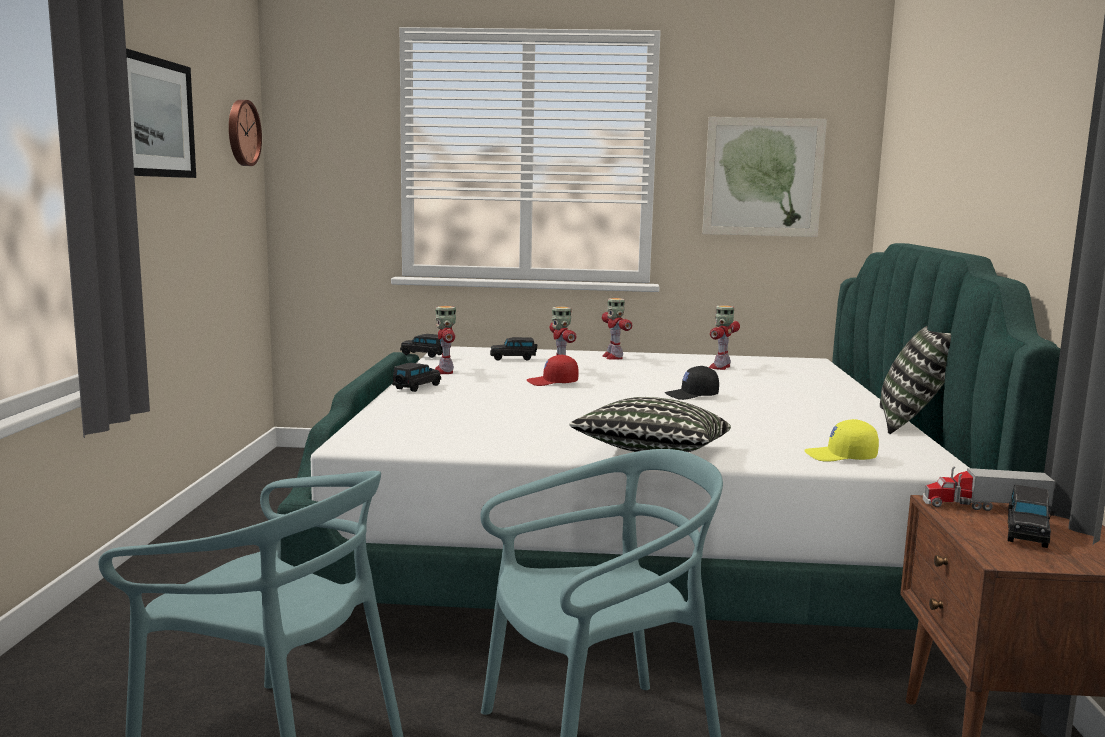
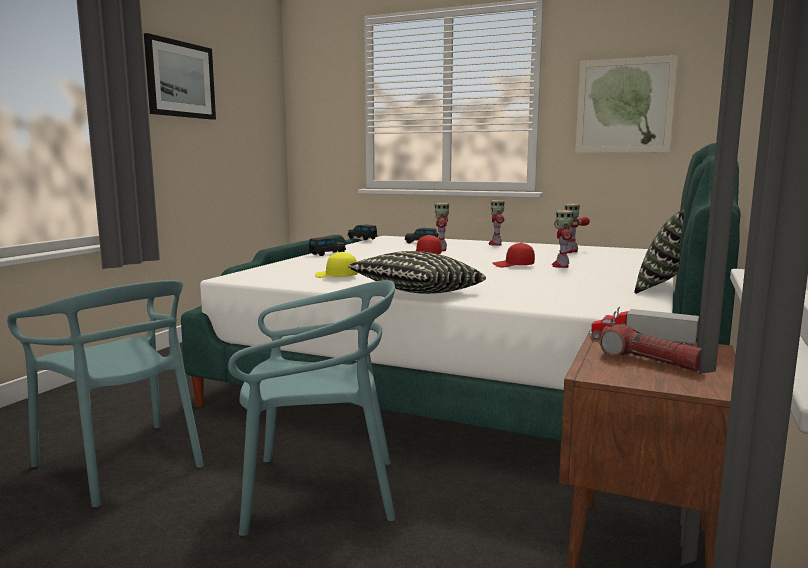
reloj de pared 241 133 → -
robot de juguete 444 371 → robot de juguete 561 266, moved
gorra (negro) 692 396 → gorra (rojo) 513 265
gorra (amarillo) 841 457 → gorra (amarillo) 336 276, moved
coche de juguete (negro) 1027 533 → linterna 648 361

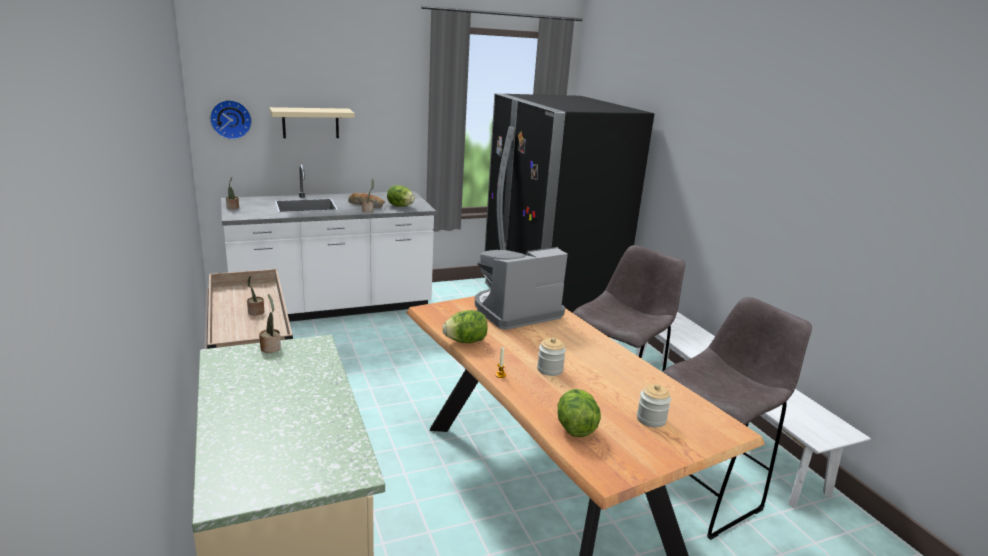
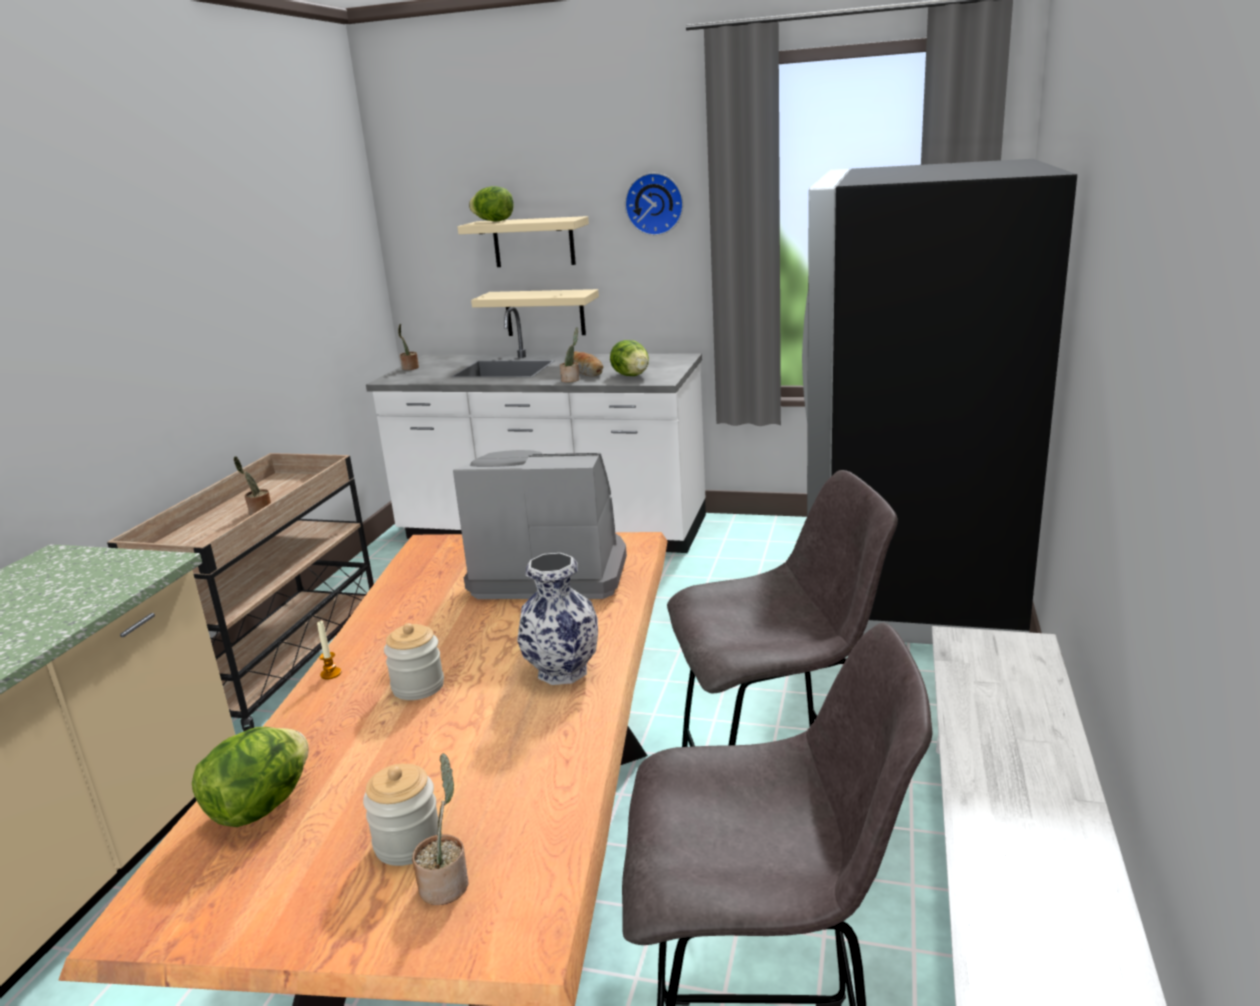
reloj de pared 231 119 → reloj de pared 655 204, moved
planta en maceta 271 347 → planta en maceta 446 883, moved
lechuga 465 341 → lechuga 493 221, moved
- → estante (beis) 545 313
- → florero 561 671

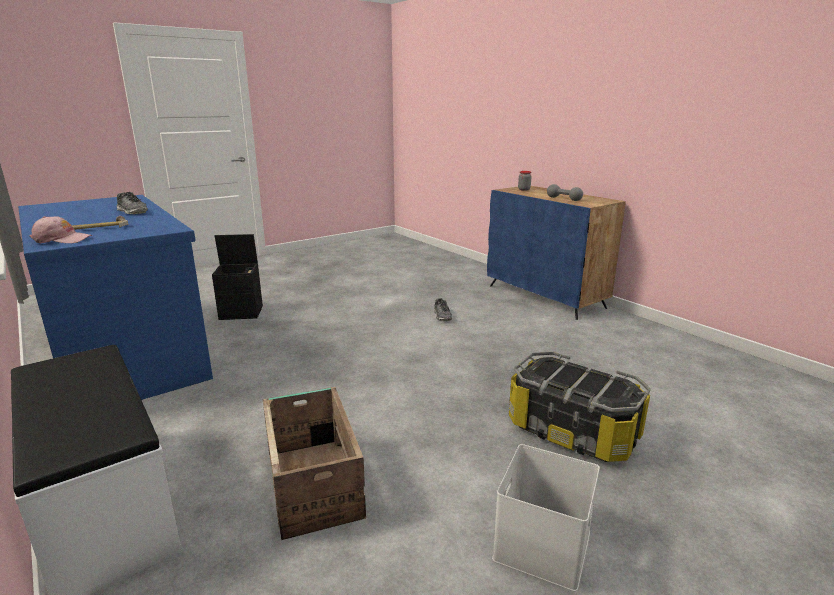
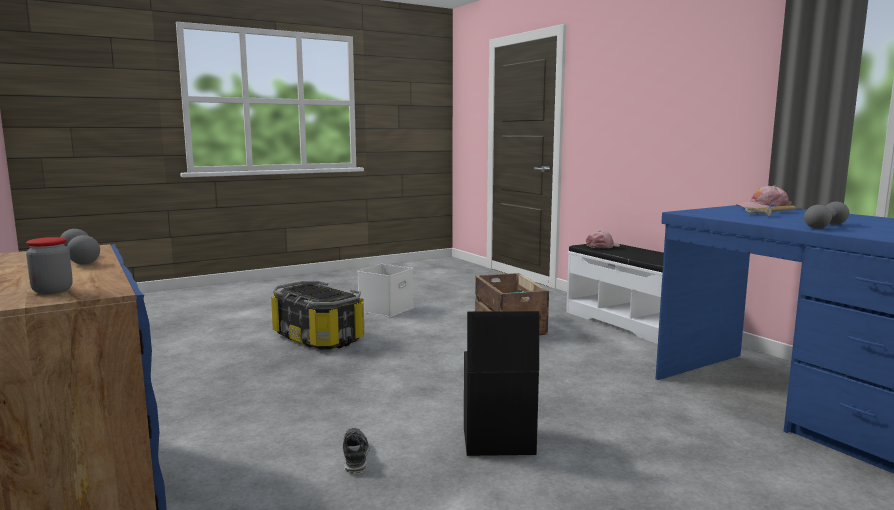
zapato 132 212 → mancuerna (gris) 825 226
caja de almacenaje (negro) 242 312 → caja de almacenaje (negro) 497 441, moved
- → gorra (rosa) 603 246

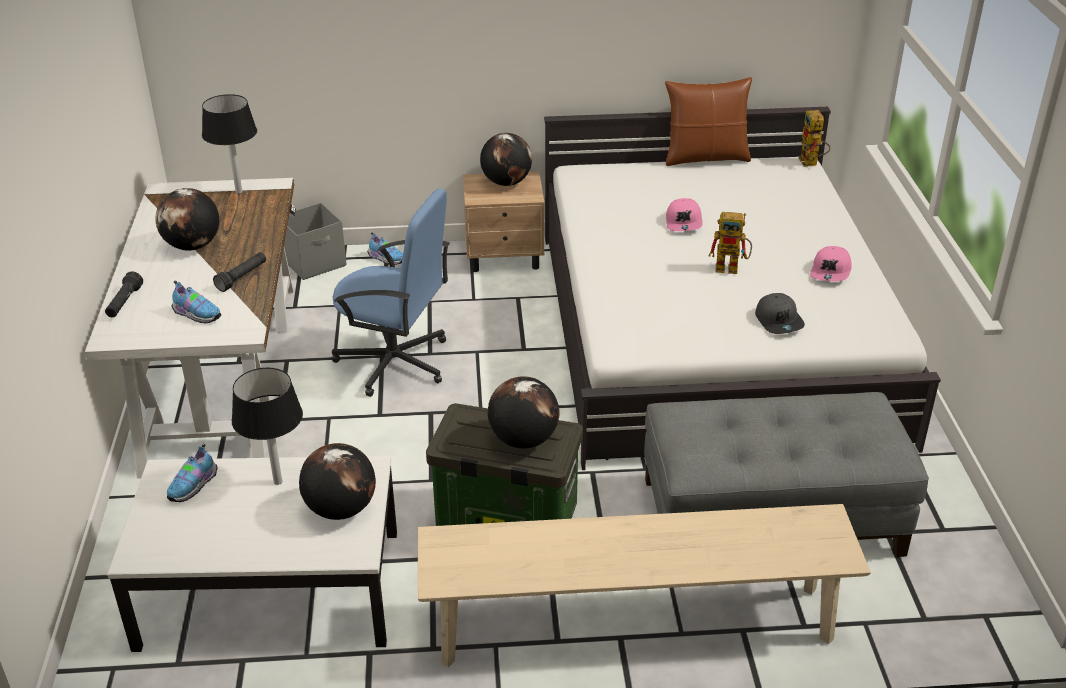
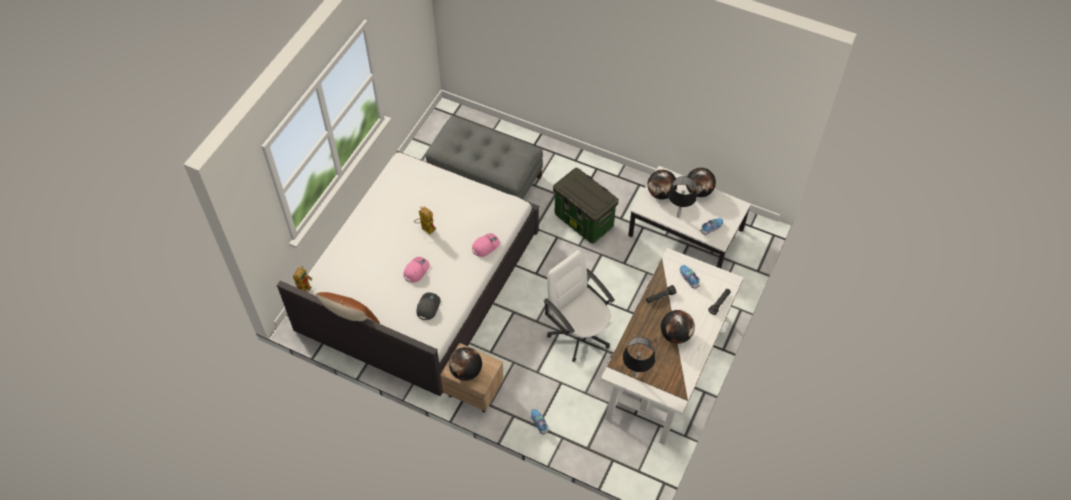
caja de almacenaje (gris) 315 263 → -
silla de oficina (azul) 395 362 → silla de oficina (blanco) 579 332
banco (beis) 634 625 → -
globo terráqueo 523 440 → globo terráqueo 699 191, moved
gorra (gris) 779 321 → gorra (gris) 428 307, moved
gorra (rosa) 831 272 → gorra (rosa) 485 246, moved

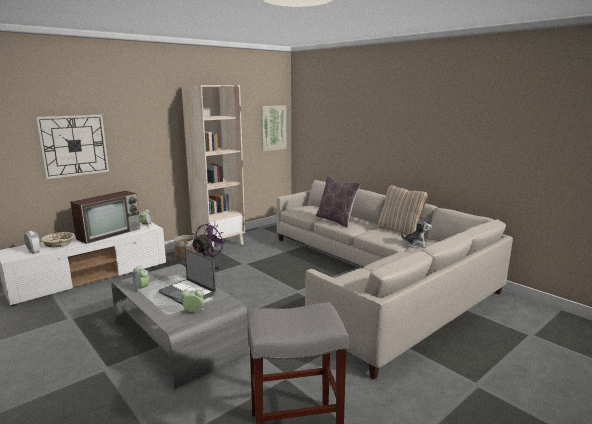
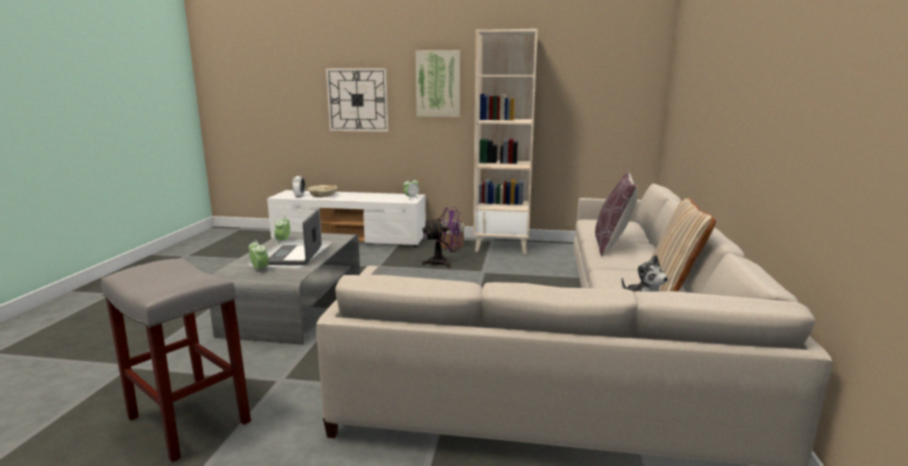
televisor 110 233 → -
cuadro 273 128 → cuadro 438 84, moved

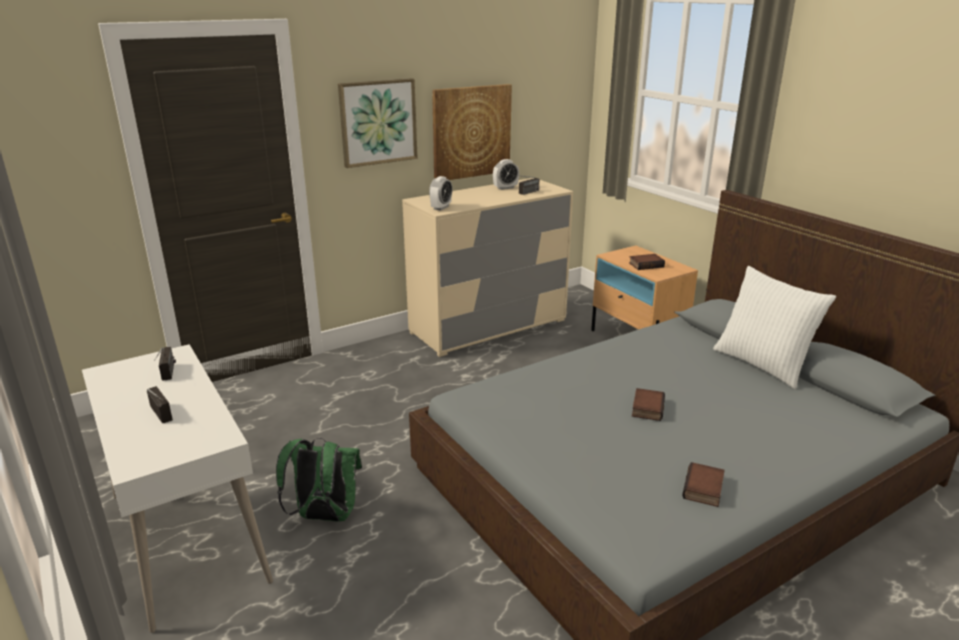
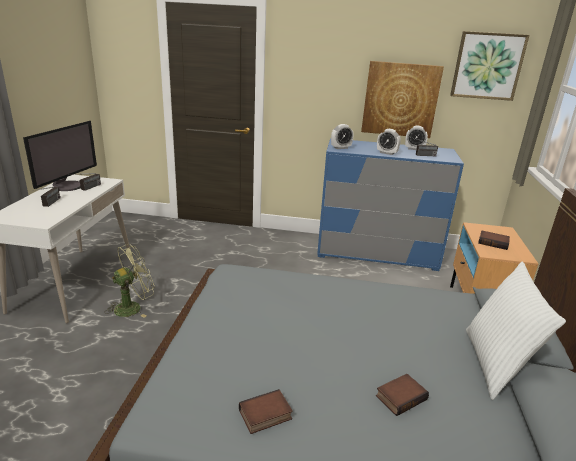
mochila (verde) 324 516 → ventilador (verde) 133 307
cuadro 378 122 → cuadro 487 66, moved
cómoda (beis) 488 326 → cómoda (azul) 376 253
libro 646 408 → libro 400 396, moved
- → monitor 68 186
- → despertador 387 153

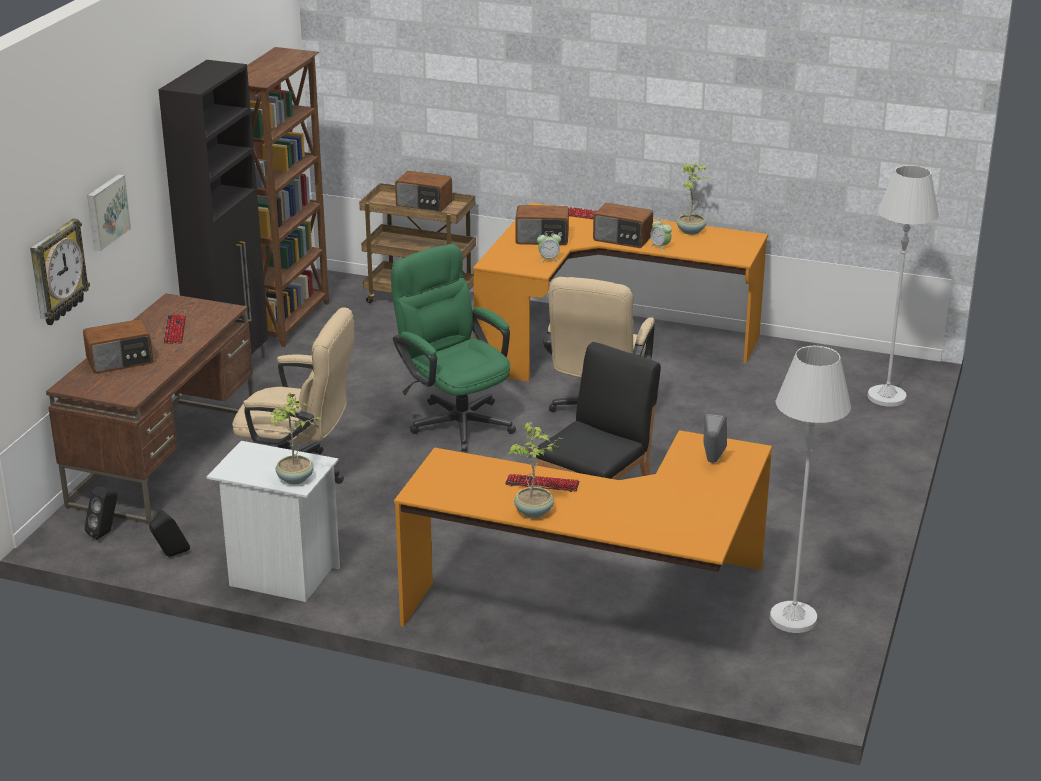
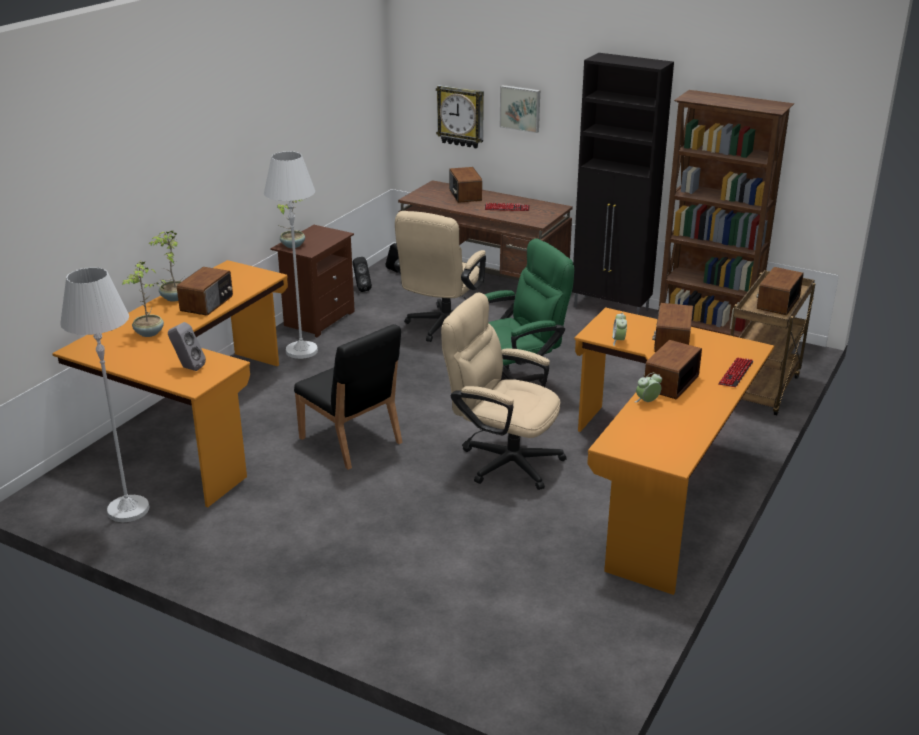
mesita de noche (blanco) 280 576 → mesita de noche (marrón) 318 319
teclado 542 484 → radio 207 303
planta en maceta 691 231 → planta en maceta 149 333, moved
lámpara de pie (blanco) 887 397 → lámpara de pie (blanco) 301 351, moved

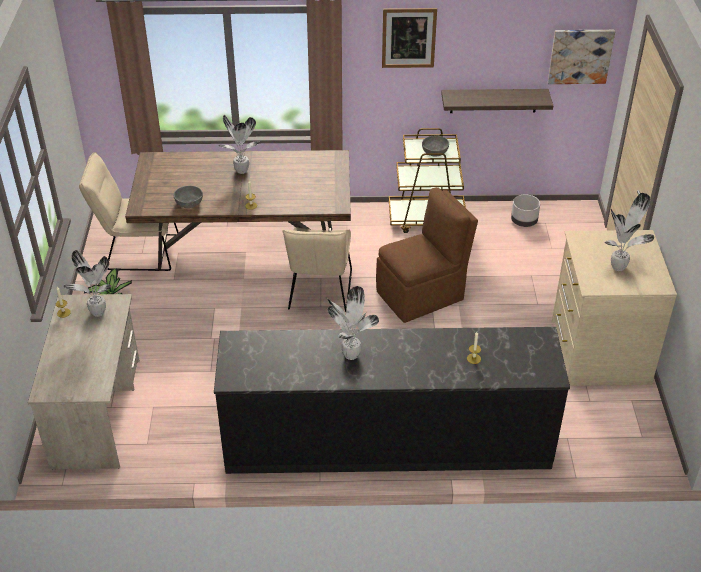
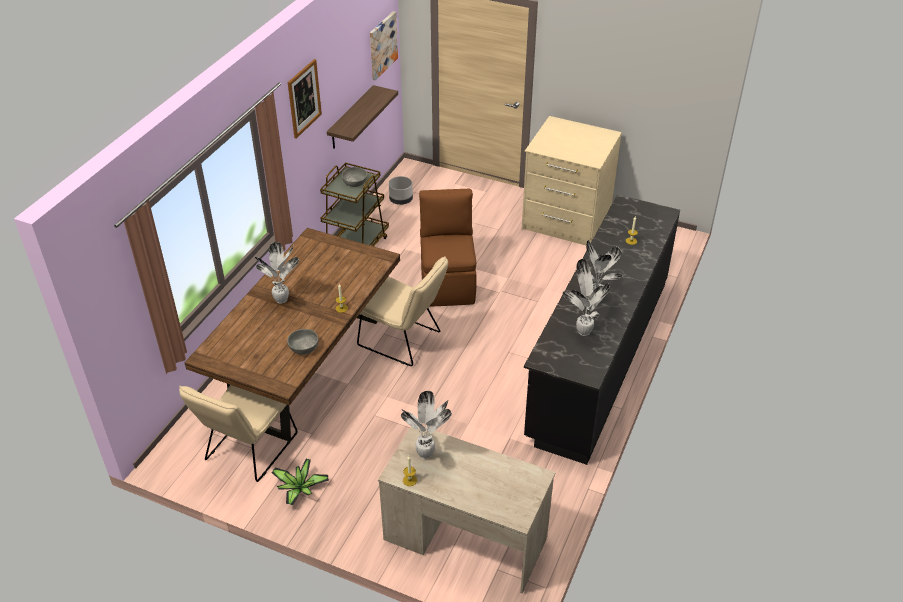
planta en maceta 619 266 → planta en maceta 583 330, moved

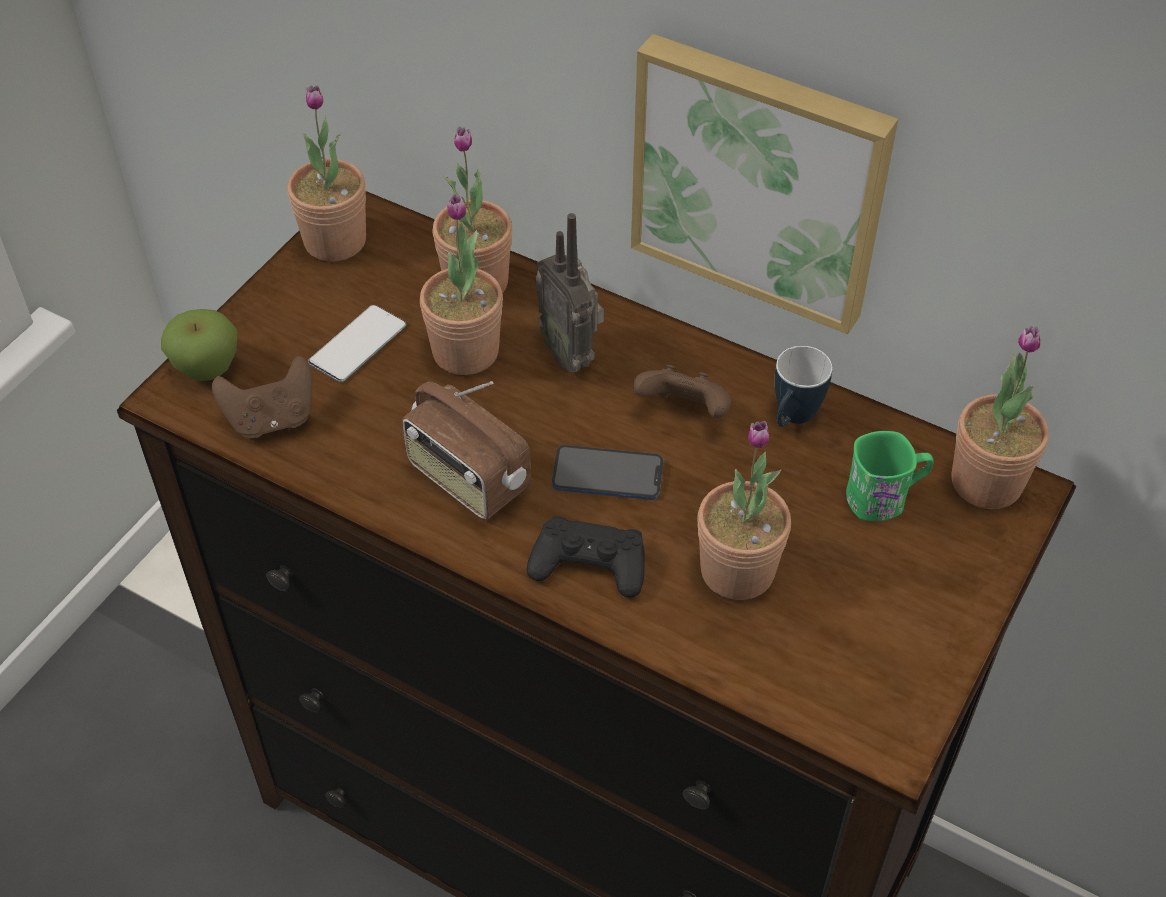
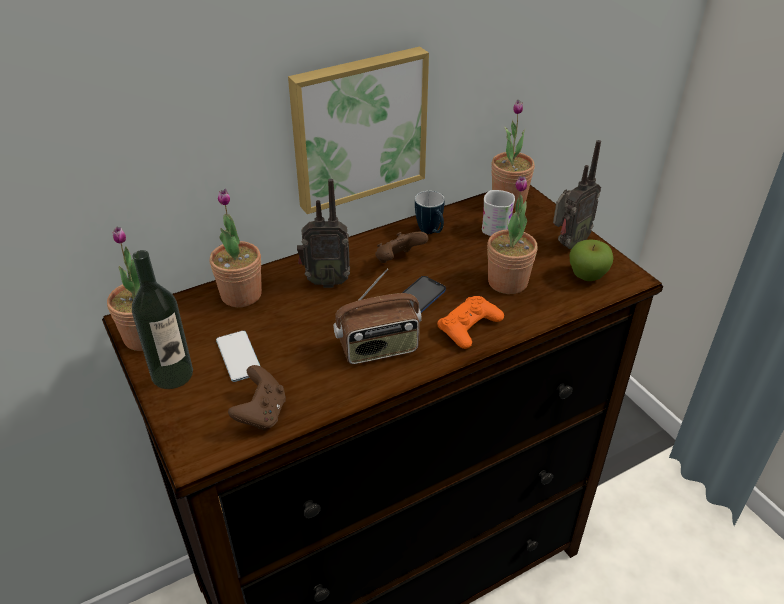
manzana 207 369 → manzana 587 276, moved
planta en maceta 465 352 → -
mando de consola (negro) 589 564 → mando de consola (naranja) 469 326
taza grande (verde) 885 498 → taza grande (blanco) 497 226
- → botella 172 374
- → radio 568 244

